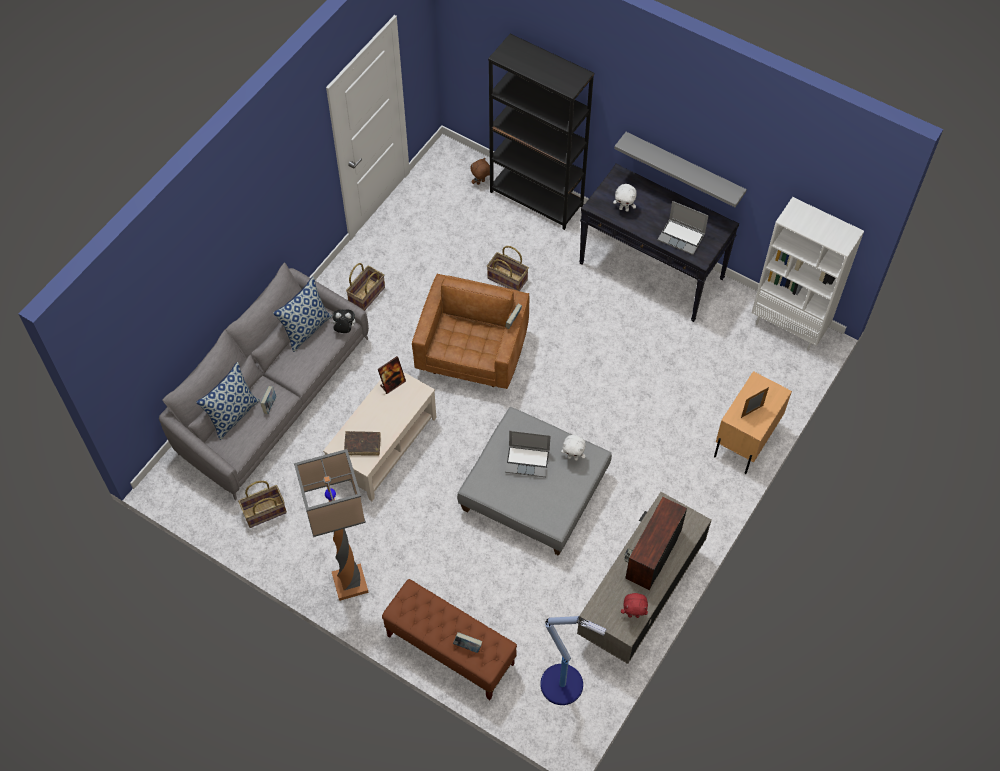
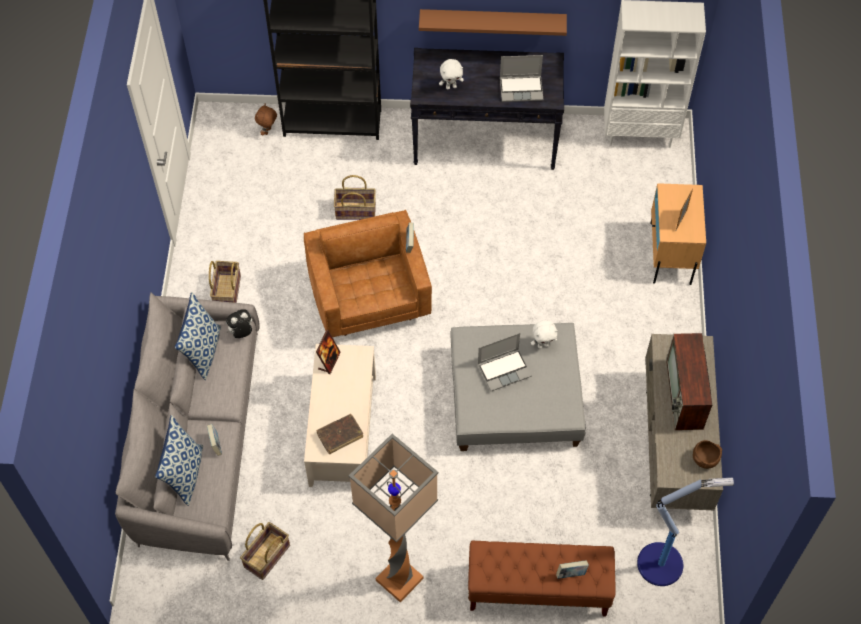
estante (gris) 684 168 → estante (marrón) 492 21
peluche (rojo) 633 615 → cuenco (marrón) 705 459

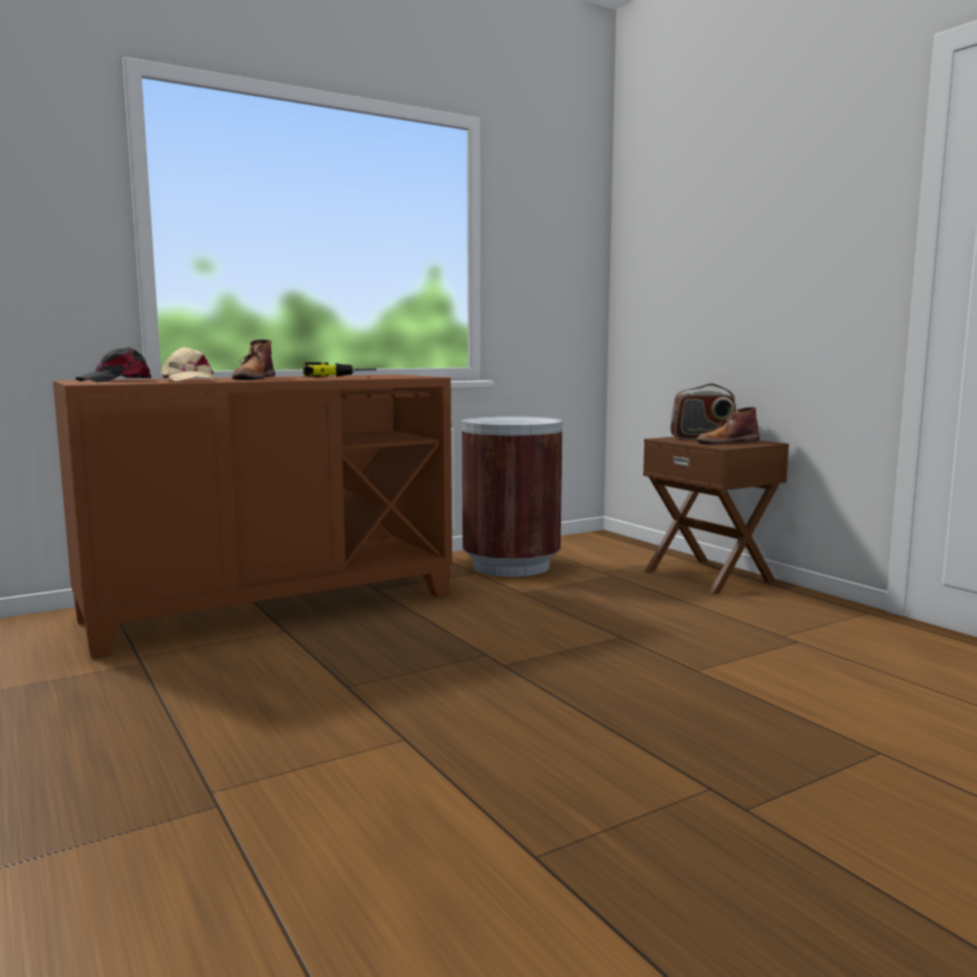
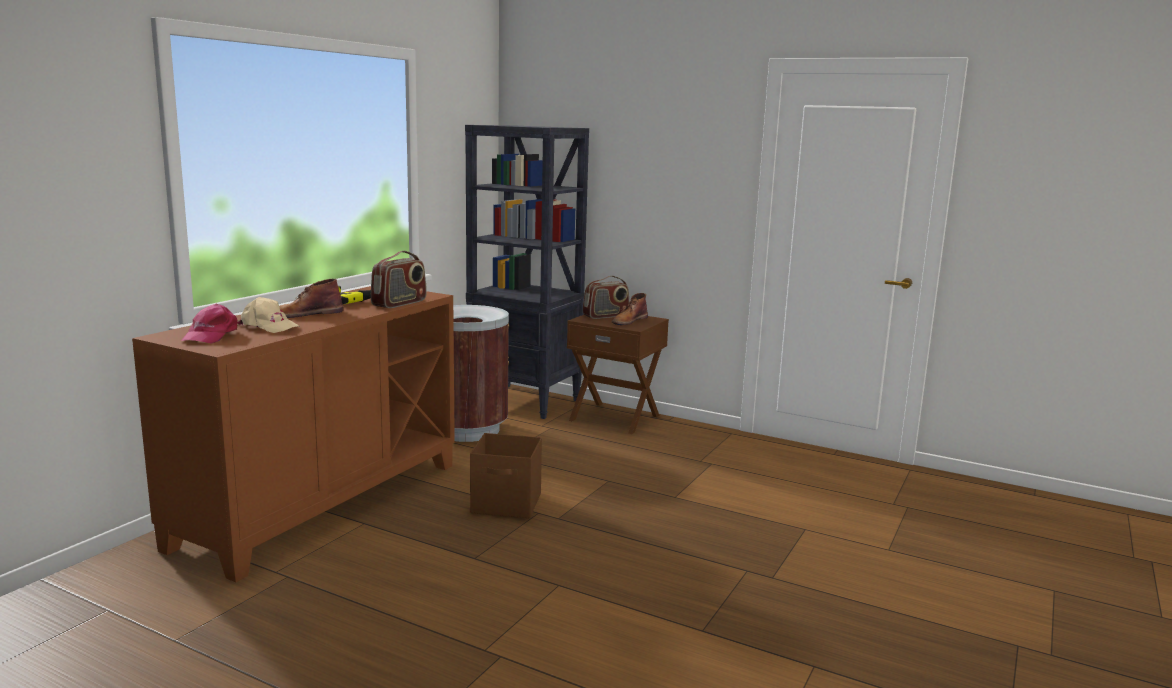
gorra (negro) 117 381 → gorra (rosa) 211 335
bota (marrón) 253 378 → bota (marrón) 305 314, 90 degrees clockwise
- → radio 399 303
- → estantería (negro) 525 401
- → caja de almacenaje (marrón) 507 504

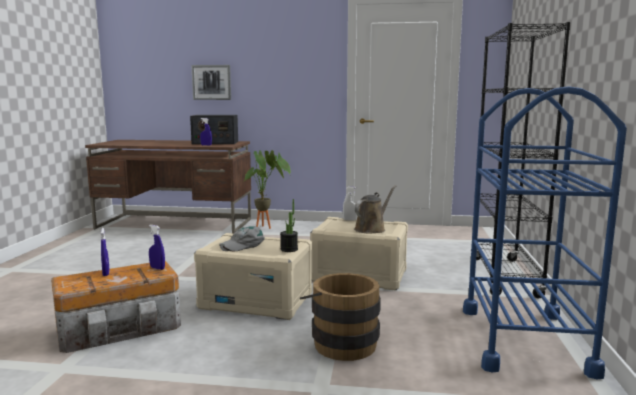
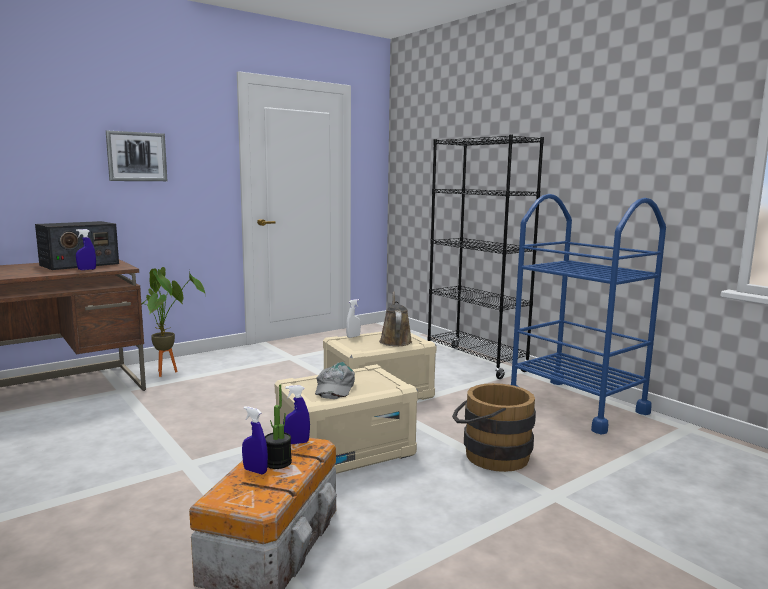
cuadro 211 82 → cuadro 137 156, moved
planta en maceta 289 249 → planta en maceta 278 462, moved

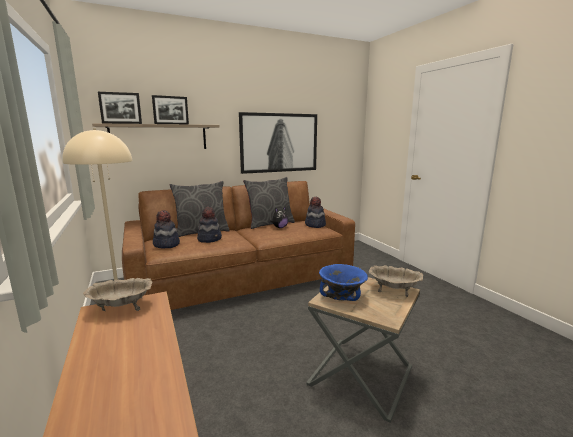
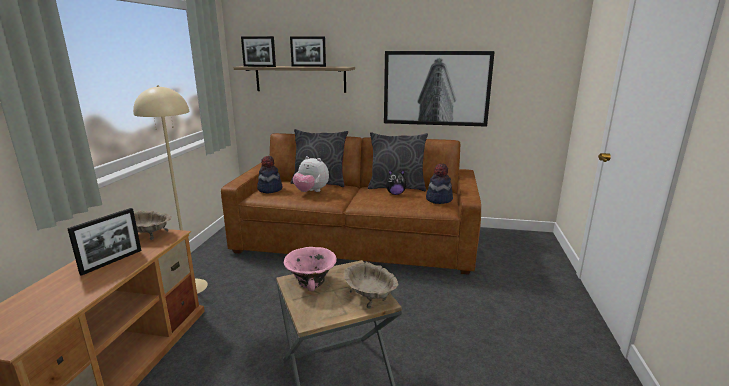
sombrero 210 239 → peluche 311 192
cuenco (azul) 341 296 → cuenco (rosa) 311 283
- → portarretratos 112 262

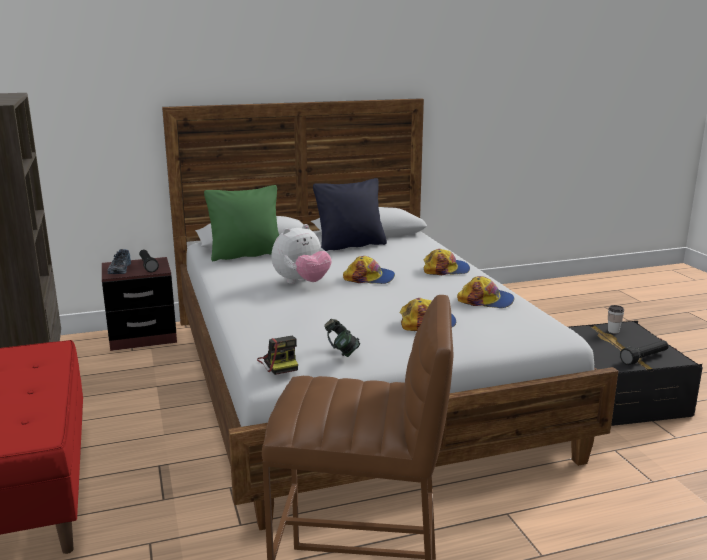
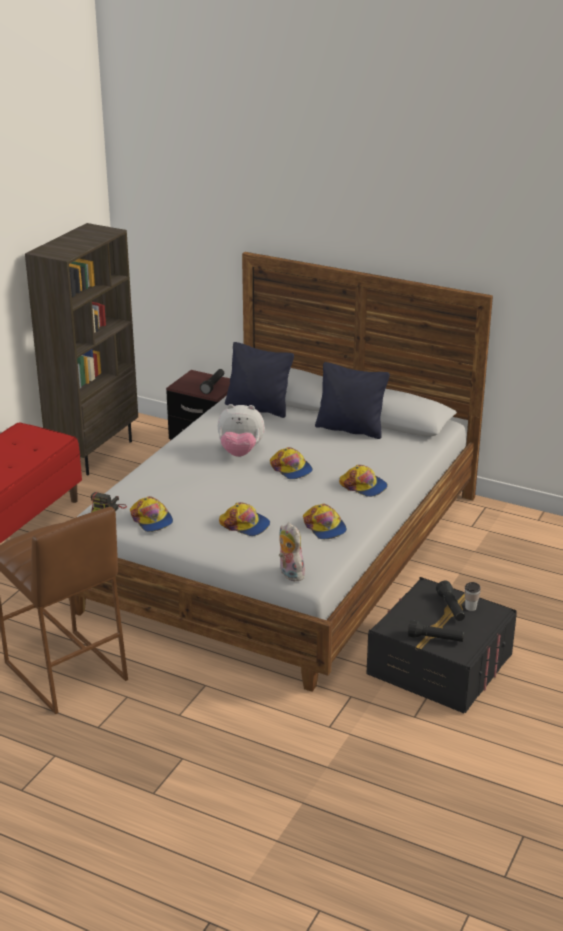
zapato 119 269 → -
cojín (verde) 246 255 → cojín (negro) 258 407
auriculares 341 352 → gorra 152 520
- → peluche 289 574
- → linterna (negro) 451 608

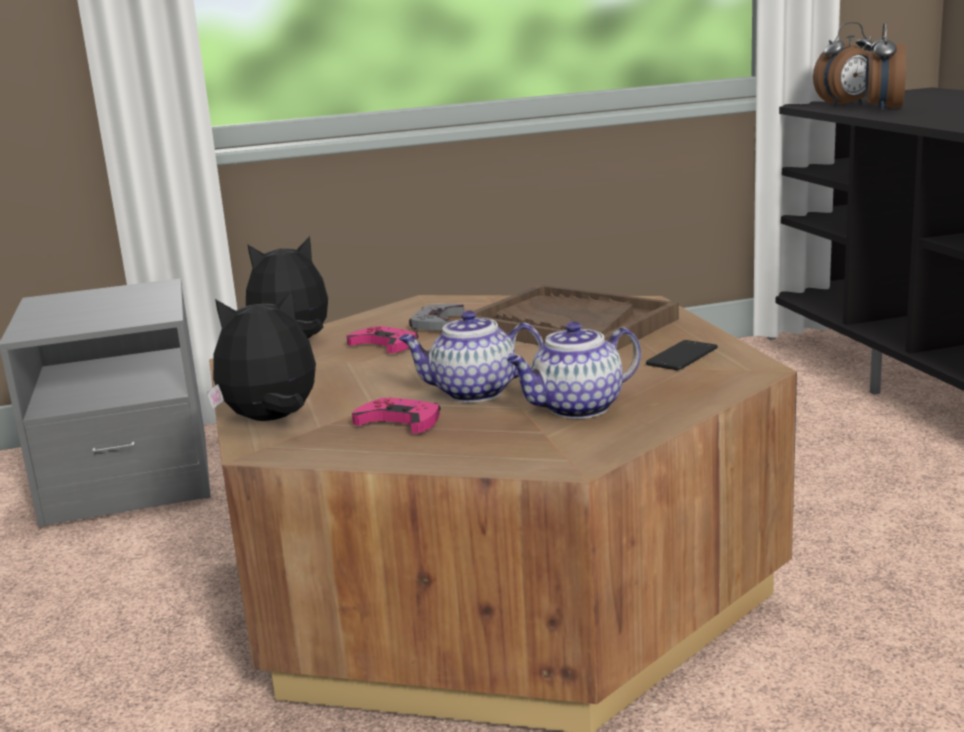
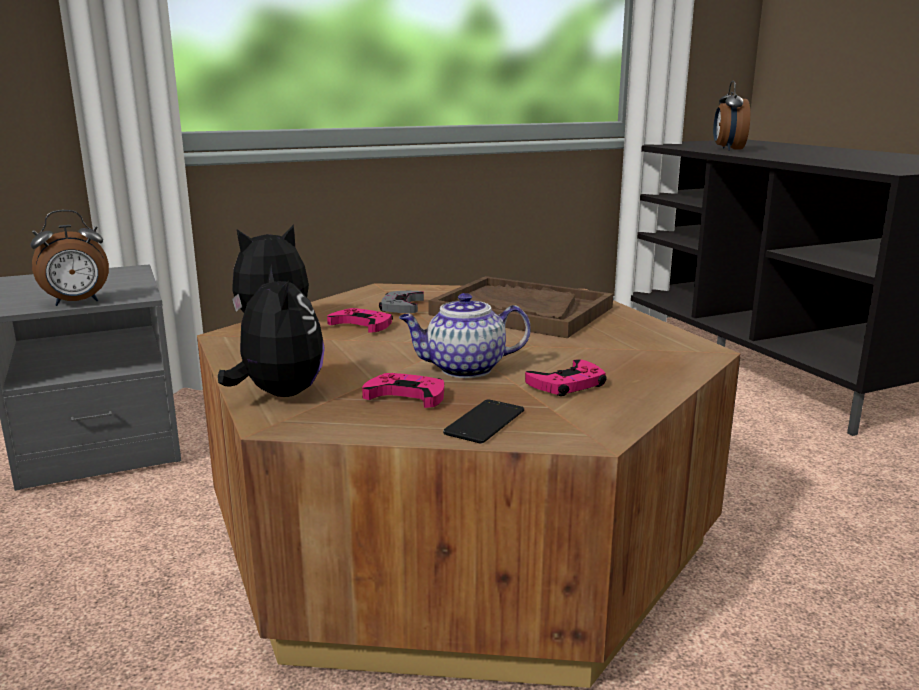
peluche 271 420 → peluche 278 394, 90 degrees clockwise
tetera 576 408 → mando de consola (rosa) 567 384
móvil 682 356 → móvil 485 422, moved
despertador 846 105 → despertador 77 303, moved

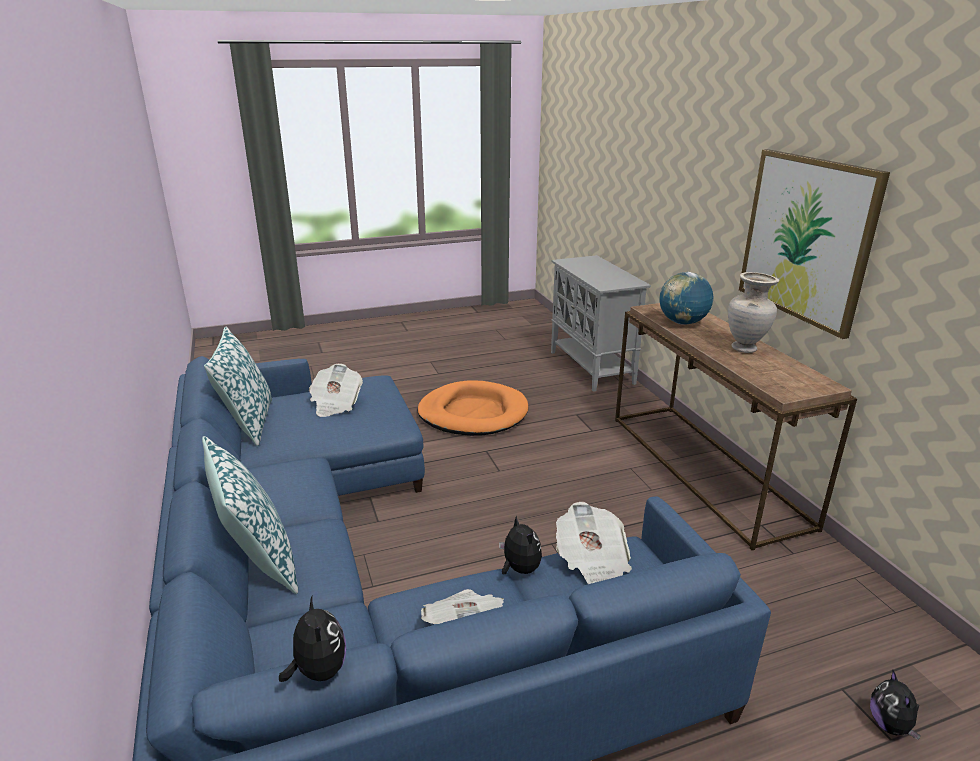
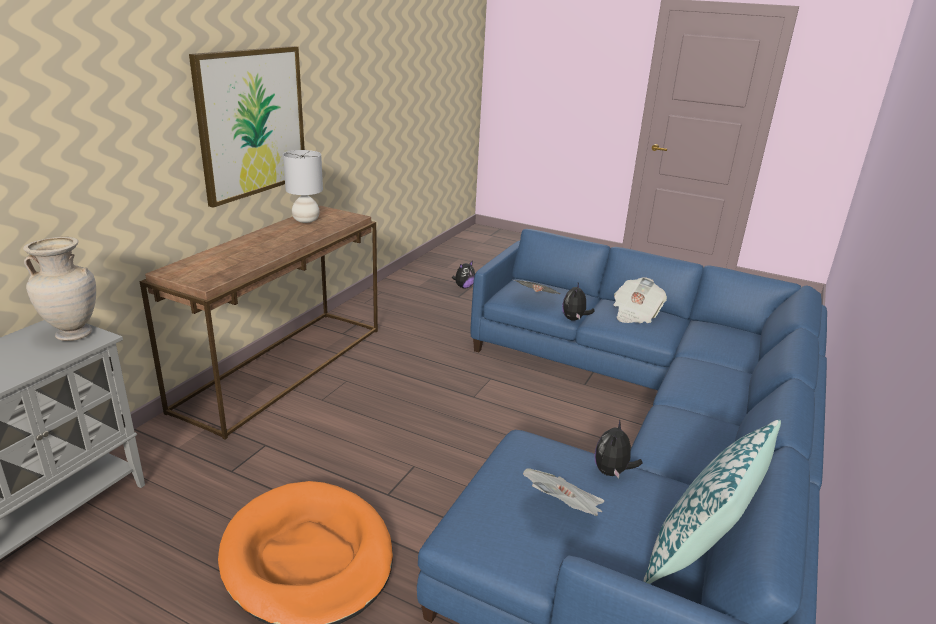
cojín 258 561 → -
peluche 318 671 → peluche 612 472, moved
globo terráqueo 682 323 → -
florero (beis) 745 349 → florero (beis) 74 334, moved
- → lámpara de mesa (gris) 306 220

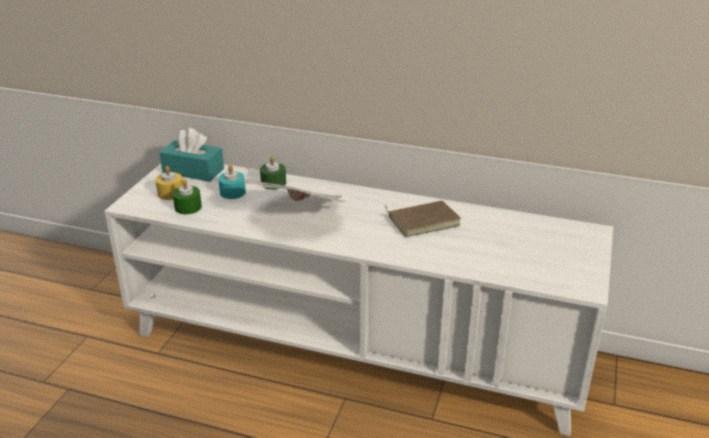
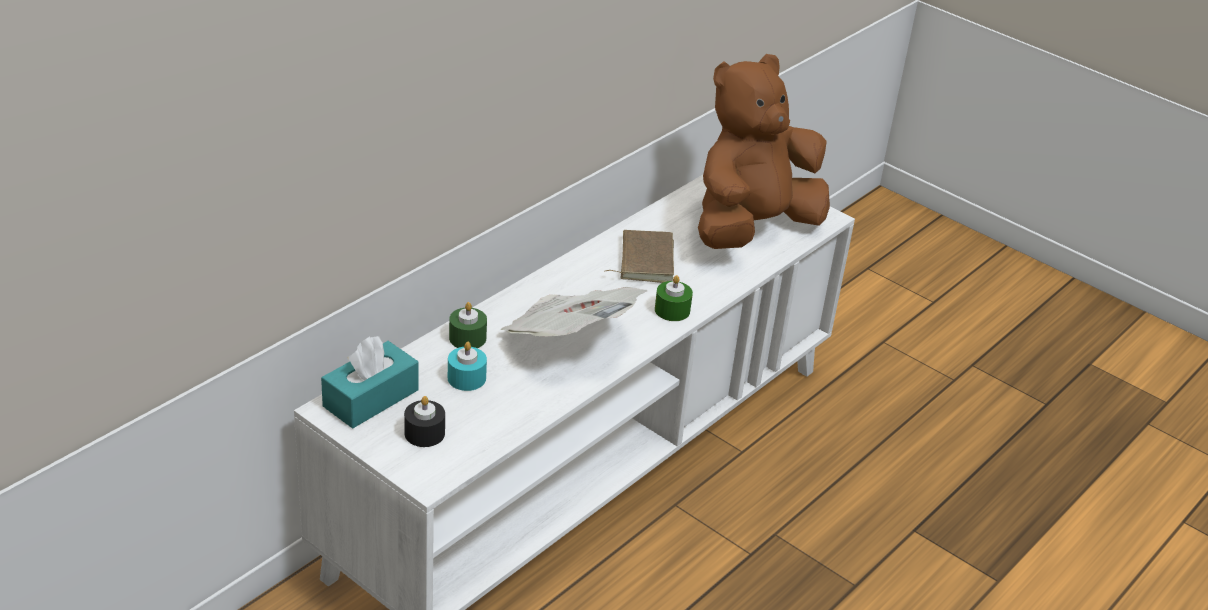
vela (amarillo) 170 193 → vela (negro) 424 433
vela (verde) 188 207 → vela (verde) 672 310, moved
- → peluche (marrón) 751 228

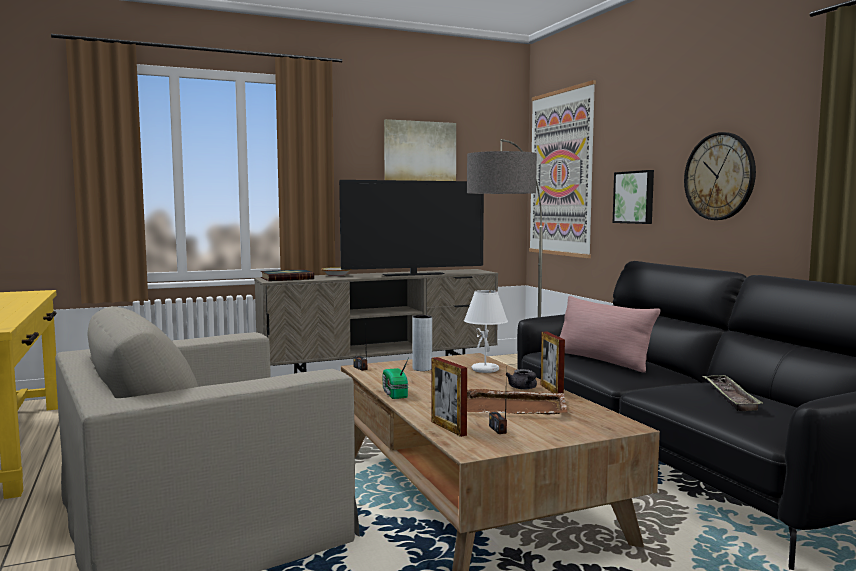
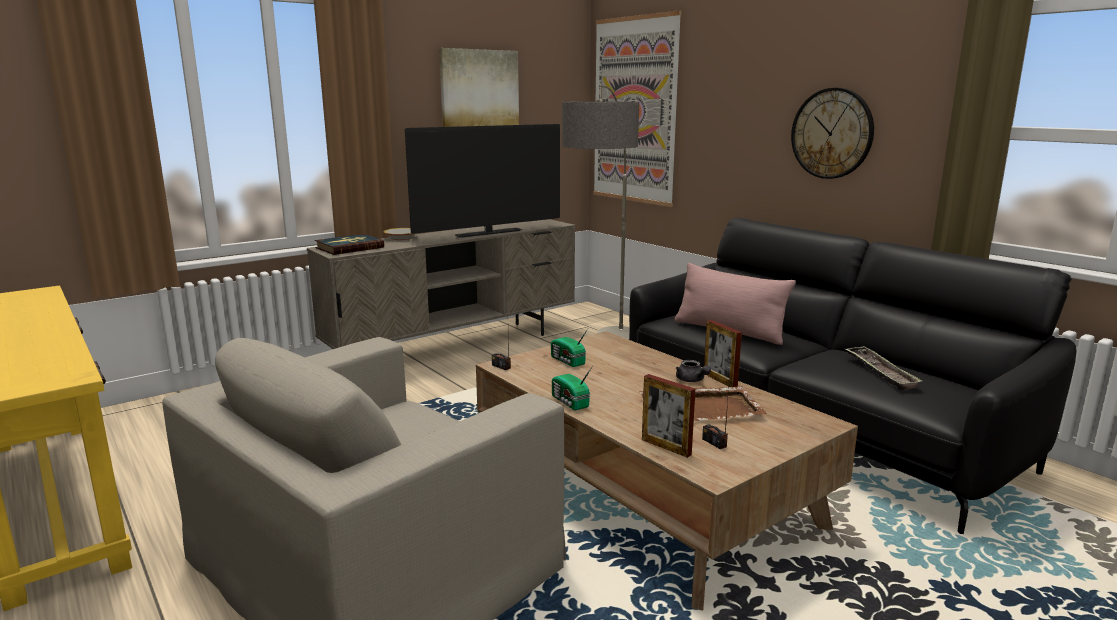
florero (gris) 422 369 → radio 567 361
lámpara de mesa (blanco) 485 369 → -
cuadro 635 197 → -

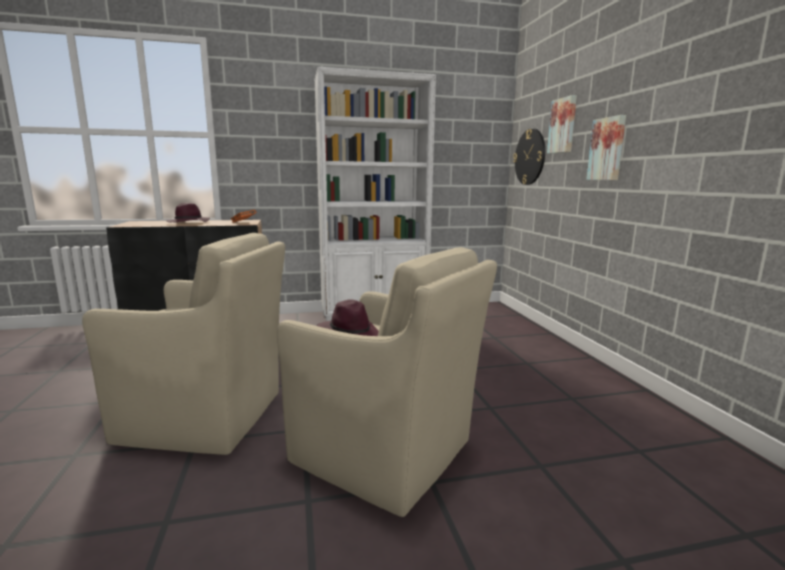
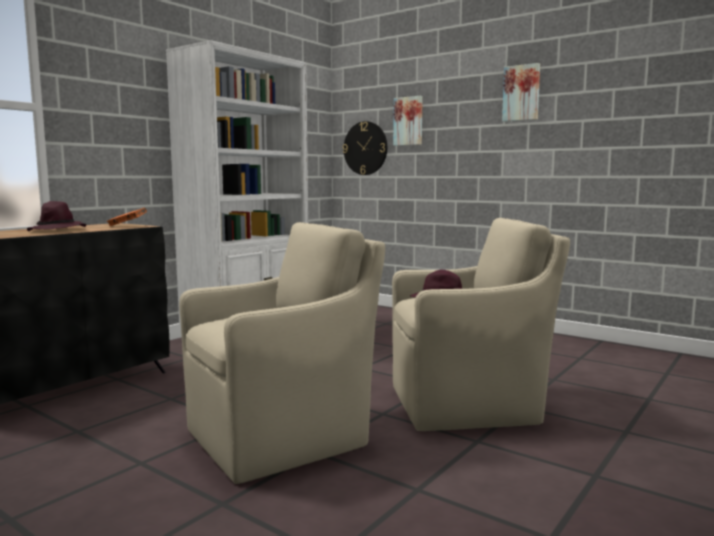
cuadro 607 149 → cuadro 521 93, moved

